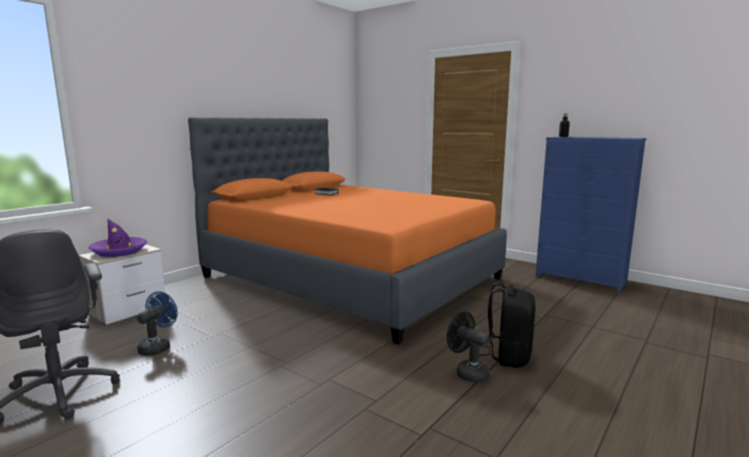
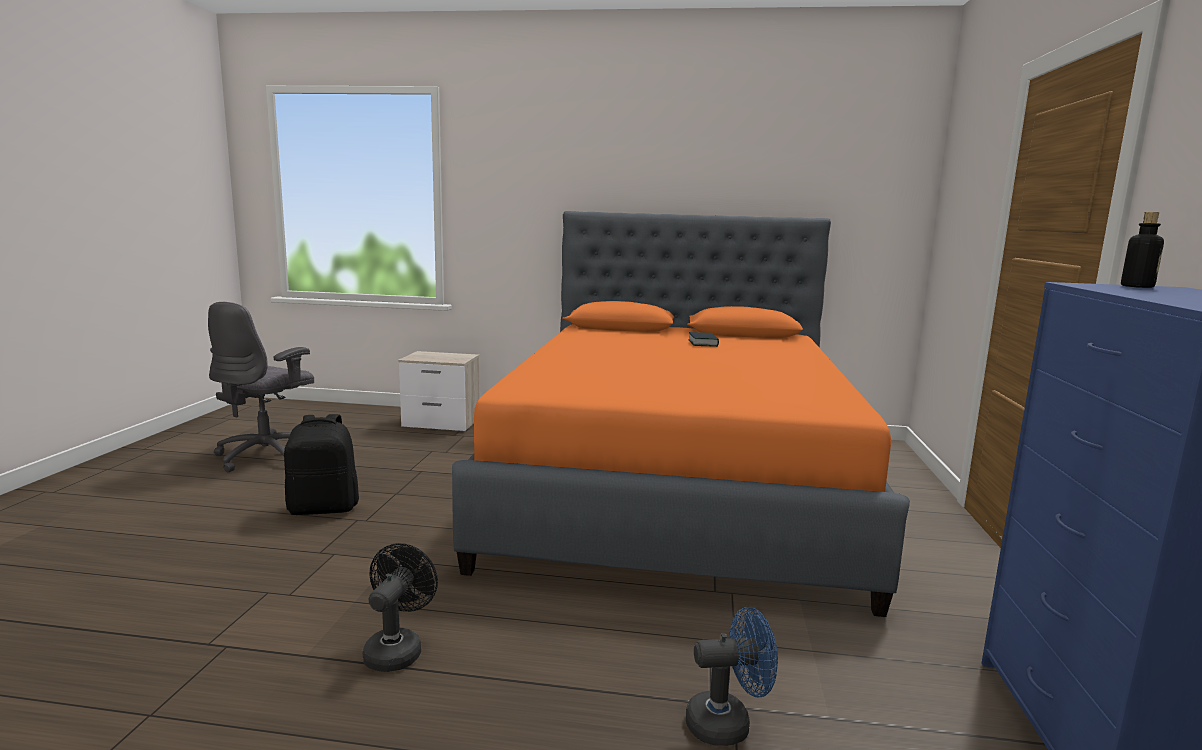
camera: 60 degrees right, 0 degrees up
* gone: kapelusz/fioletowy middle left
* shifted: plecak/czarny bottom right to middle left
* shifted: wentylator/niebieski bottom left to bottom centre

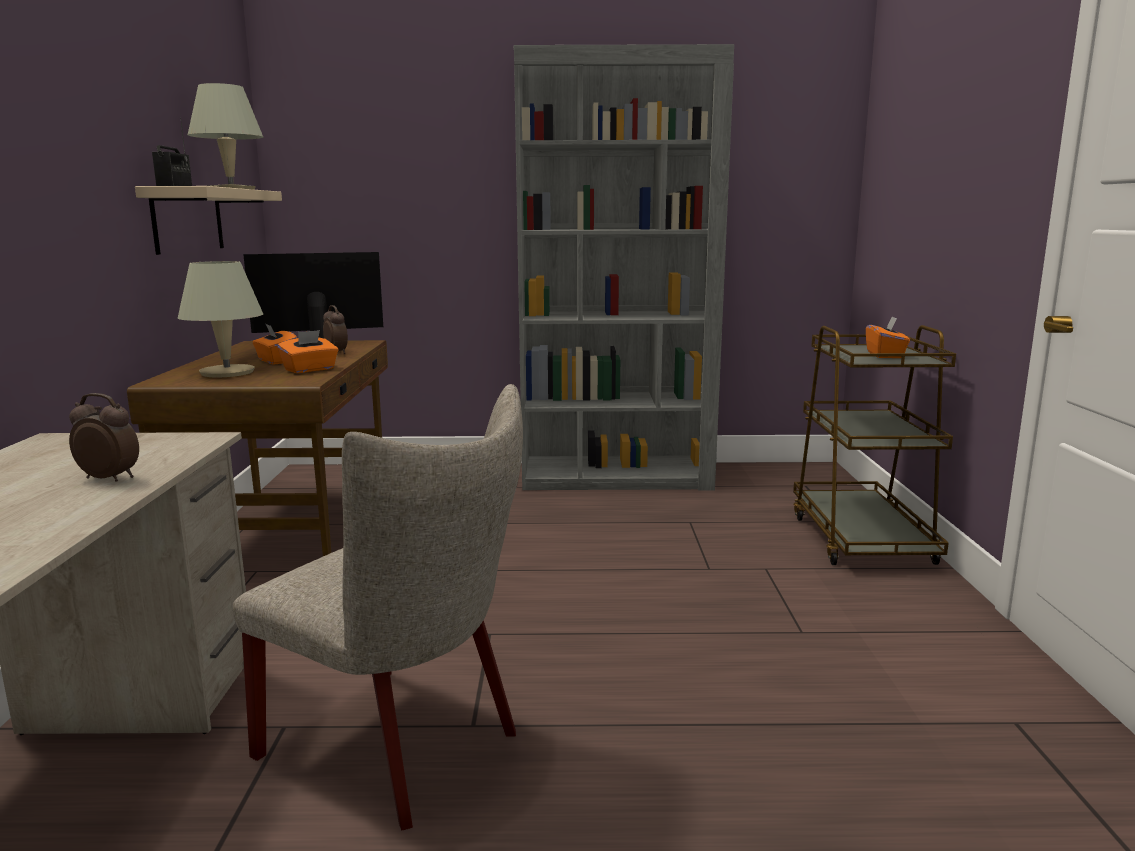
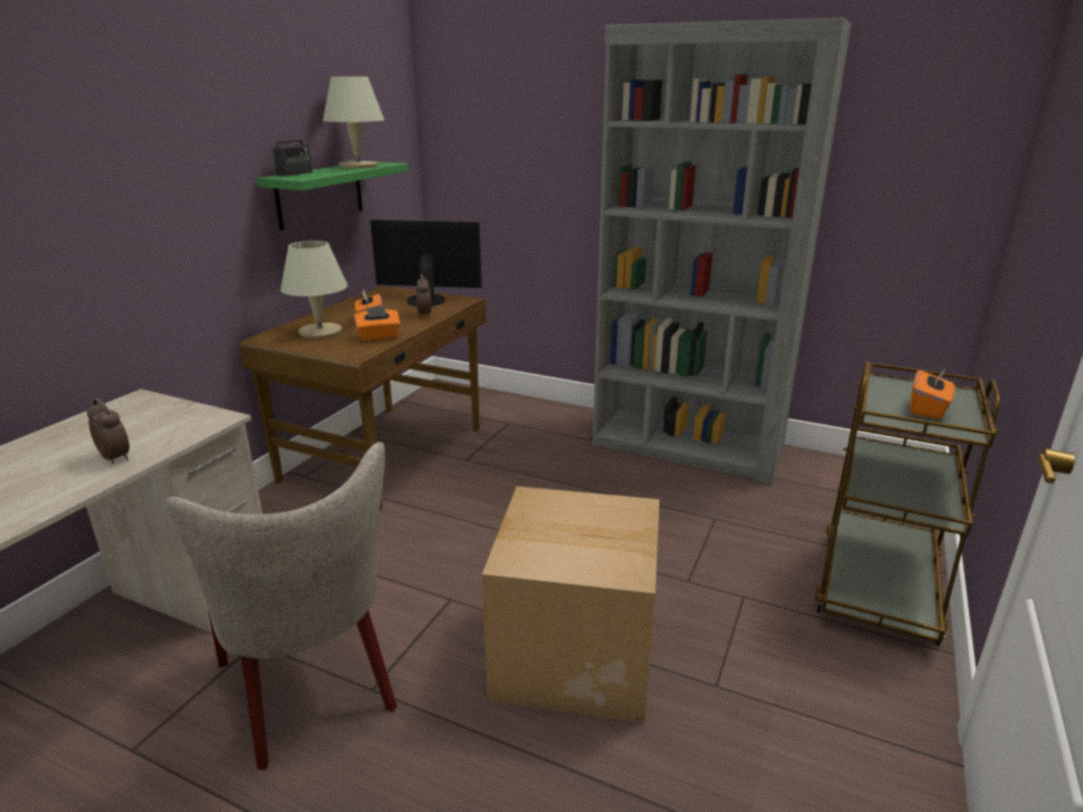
camera: 25 degrees right, 10 degrees up
* repainted: półka/beżowy top left to półka/zielony top left
* new: karton bottom centre

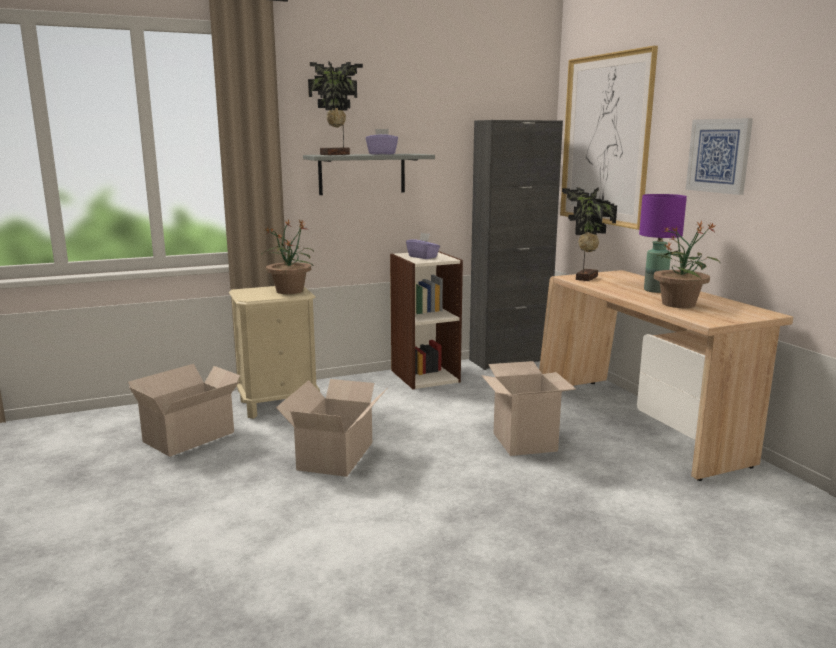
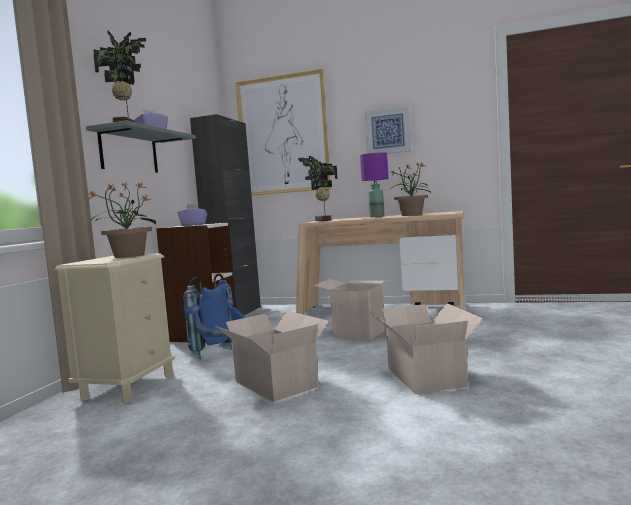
camera: 50 degrees left, 10 degrees down
* shifted: karton (no. 1 from left in the first image) middle left to karton (no. 3 from left) bottom right
* new: plecak/niebieski centre

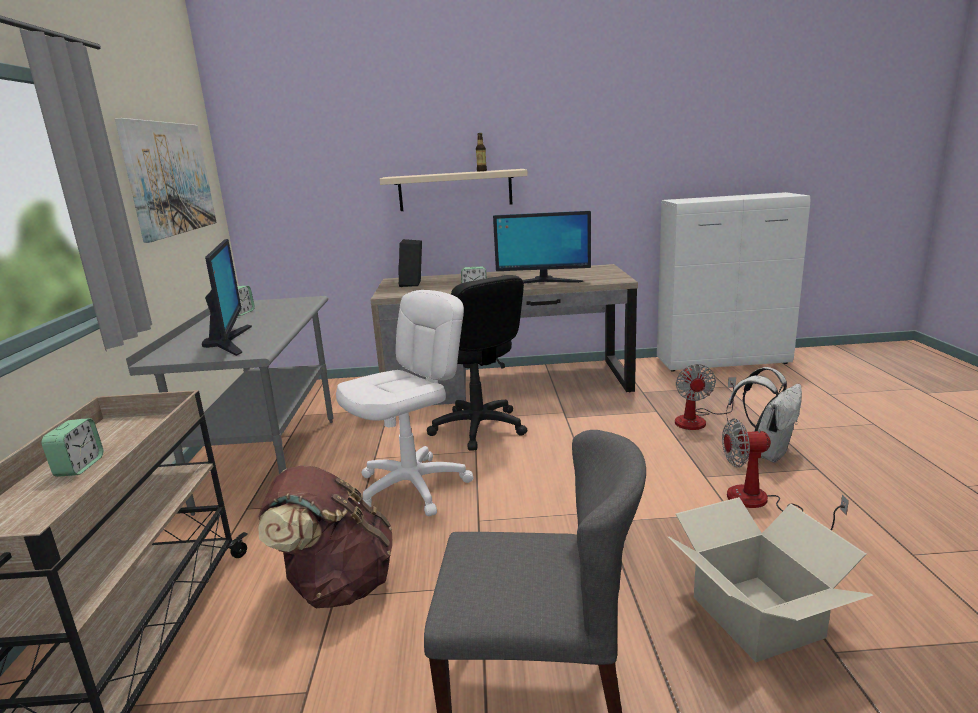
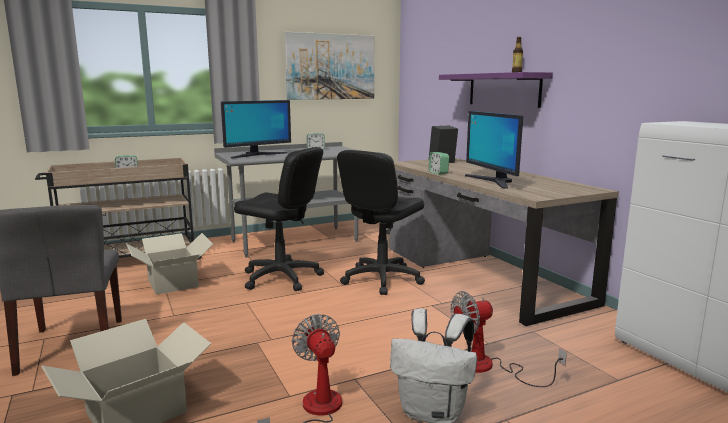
camera: 65 degrees right, 5 degrees down
* repainted: półka/beżowy top centre to półka/fioletowy top right
* repainted: krzesło biurowe/biały centre to krzesło biurowe/czarny (no. 1 from left) centre
* swapped: plecak/brązowy bottom left to karton (no. 2 from left) middle left

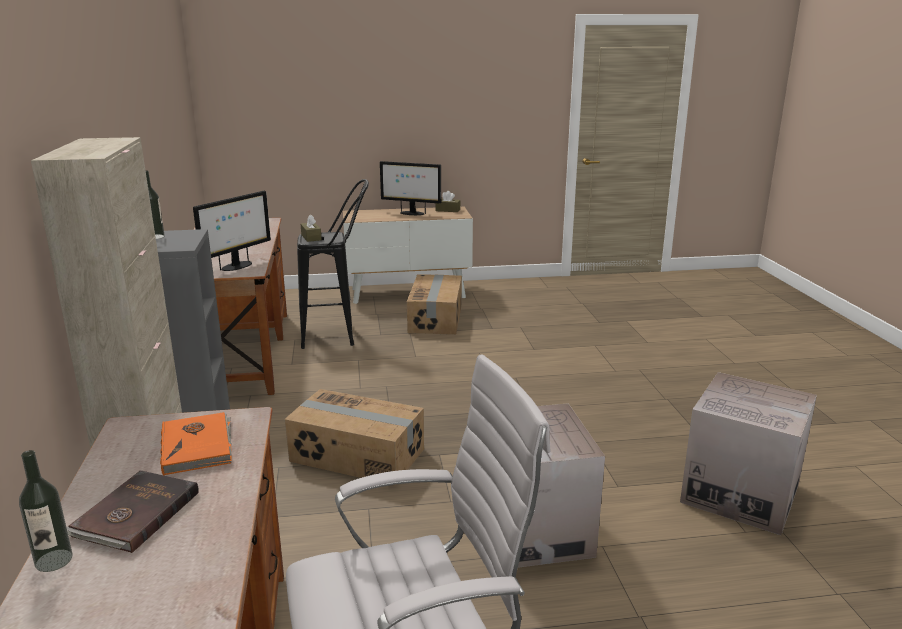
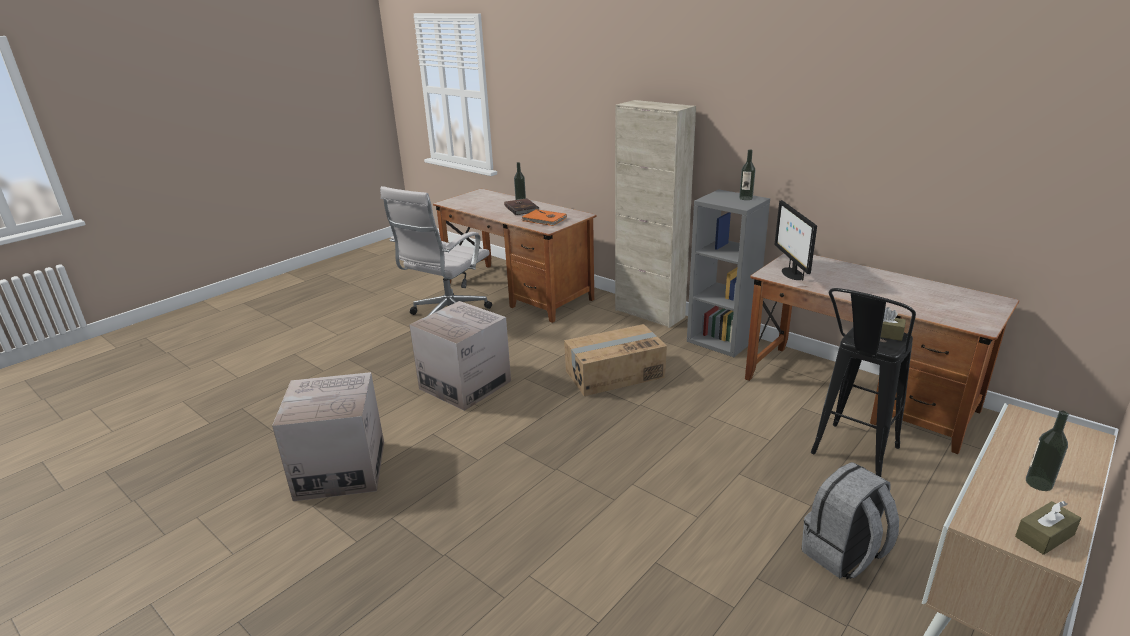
camera: 140 degrees right, 5 degrees up
* swapped: monitor (no. 2 from left) top centre to butelka (no. 3 from left) bottom right
* swapped: karton (no. 2 from left) centre to plecak/szary bottom right

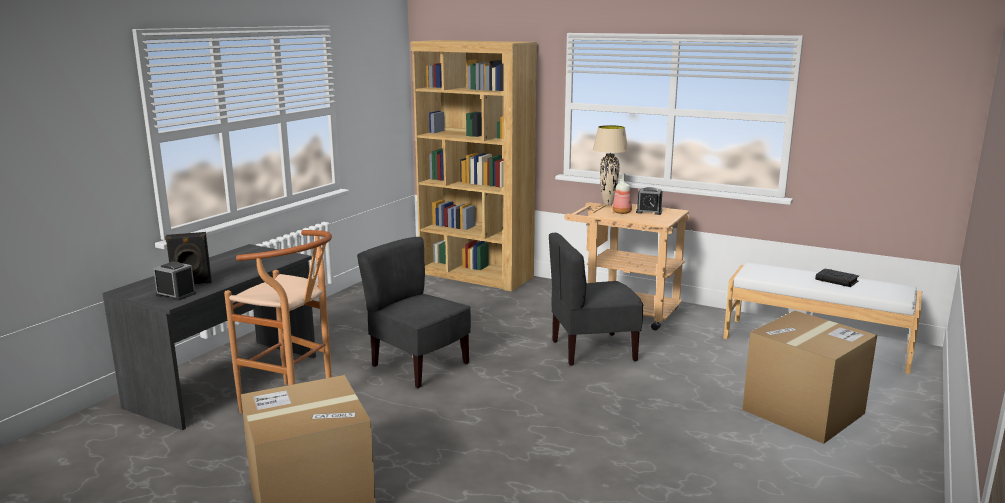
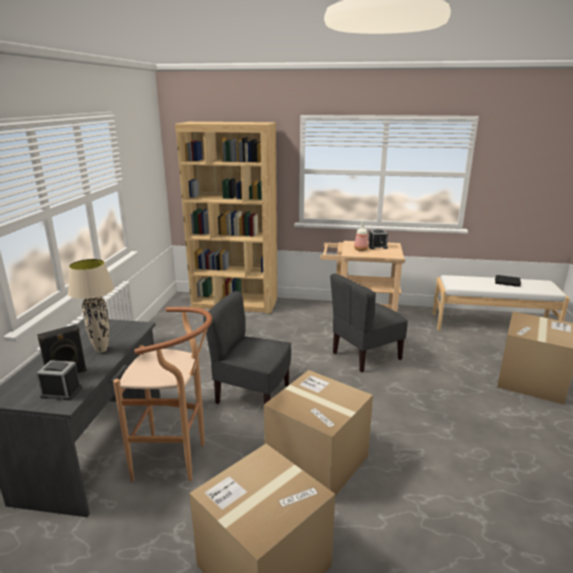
camera: 20 degrees left, 5 degrees up
* shifted: lampa stołowa/beżowy top centre to middle left
* new: karton (no. 2 from left) bottom centre

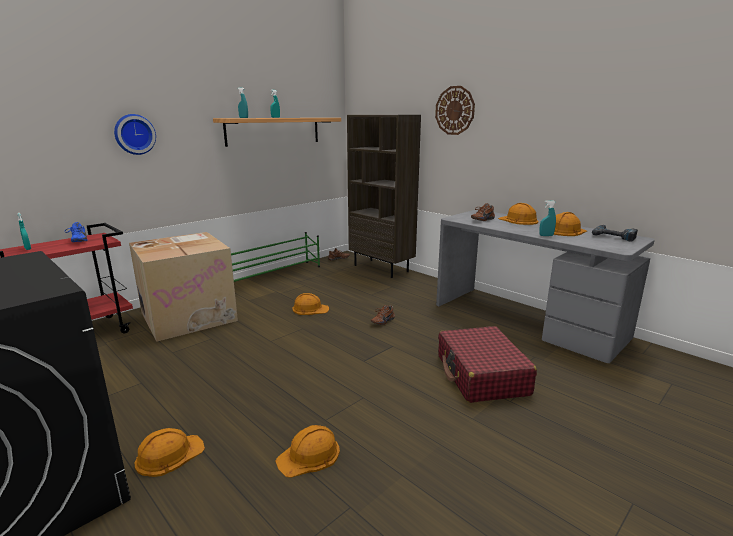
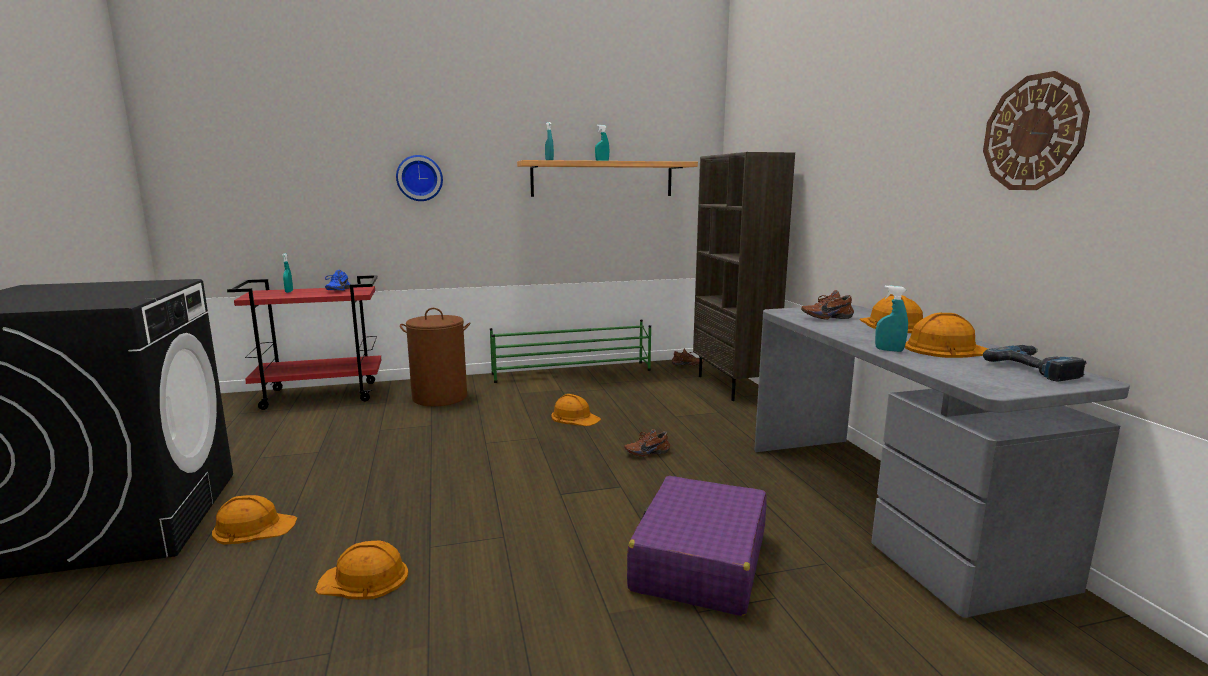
camera: 30 degrees right, 5 degrees down
* shifted: zegar ścienny (no. 2 from left) top centre to top right
* swapped: karton middle left to kosz na pranie/brązowy centre
* repainted: walizka/czerwony bottom centre to walizka/fioletowy bottom centre

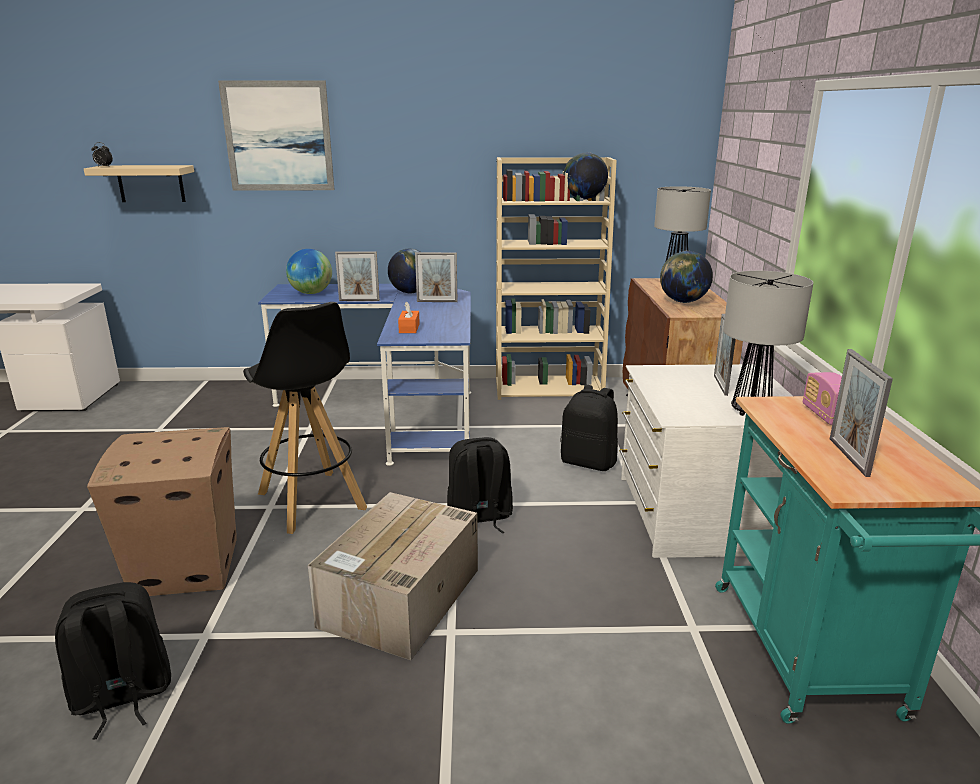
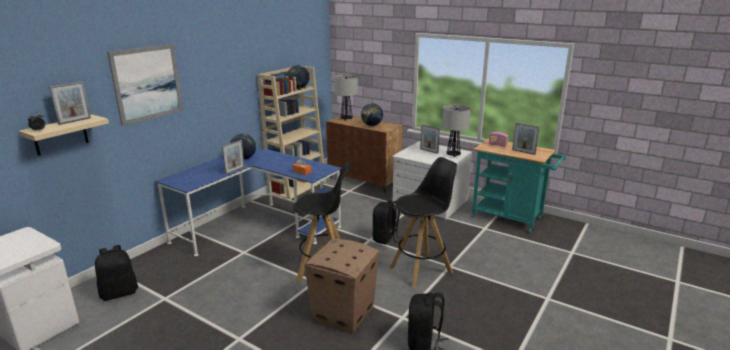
camera: 55 degrees left, 0 degrees up
* gone: globus (no. 1 from left) middle left
* shifted: ramka na zdjęcie (no. 2 from left in the first image) centre to ramka na zdjęcie (no. 1 from left) top left
* shifted: plecak/czarny (no. 3 from left in the first image) centre to plecak/czarny (no. 1 from left) bottom left
* swapped: karton (no. 2 from left) bottom centre to stołek/czarny (no. 2 from left) centre

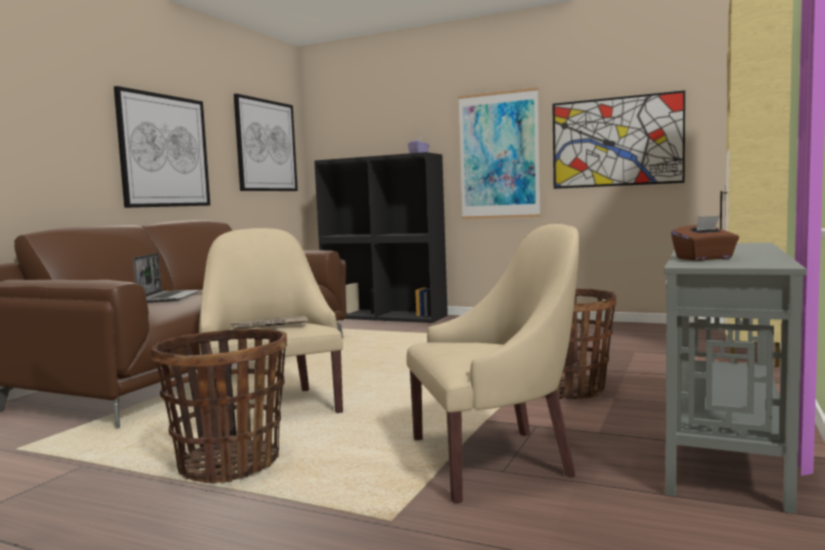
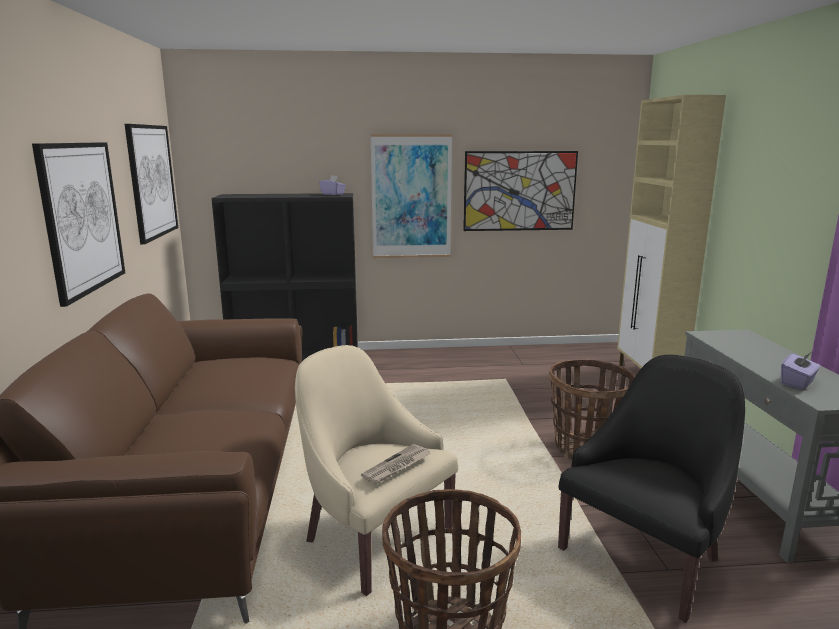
camera: 30 degrees left, 10 degrees up
* repainted: pudełko chusteczek/brązowy middle right to pudełko chusteczek/fioletowy (no. 2 from left) middle right
* repainted: fotel/beżowy (no. 2 from left) centre to fotel/czarny bottom right
* gone: laptop middle left

